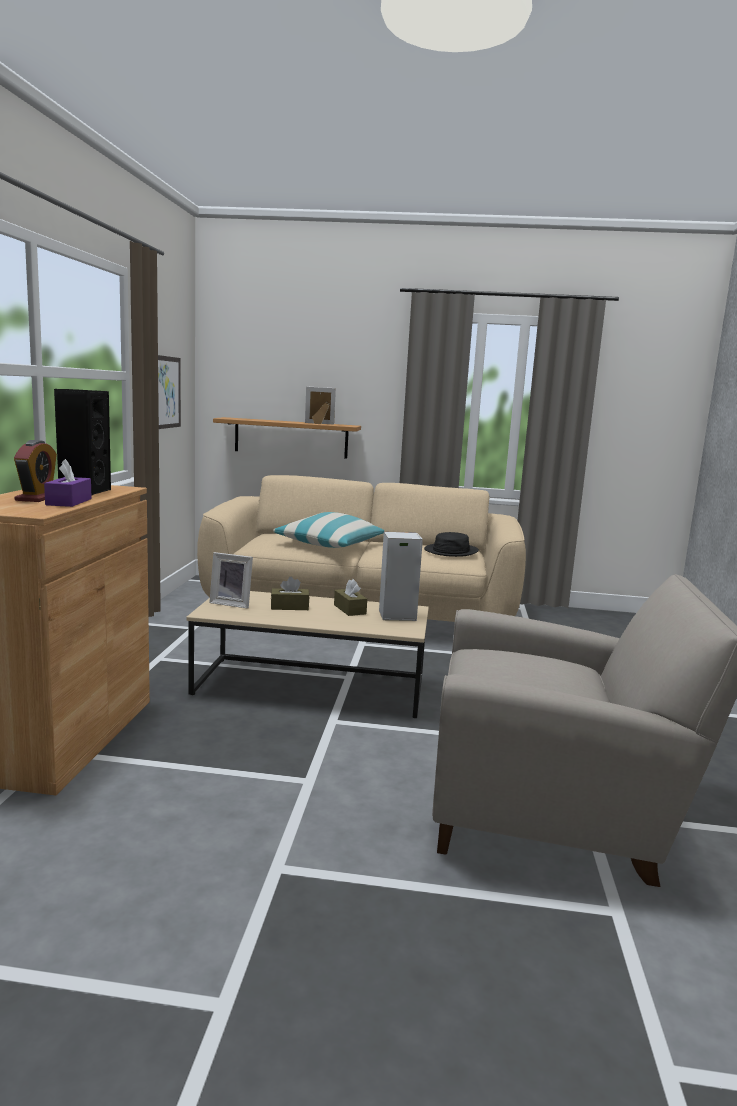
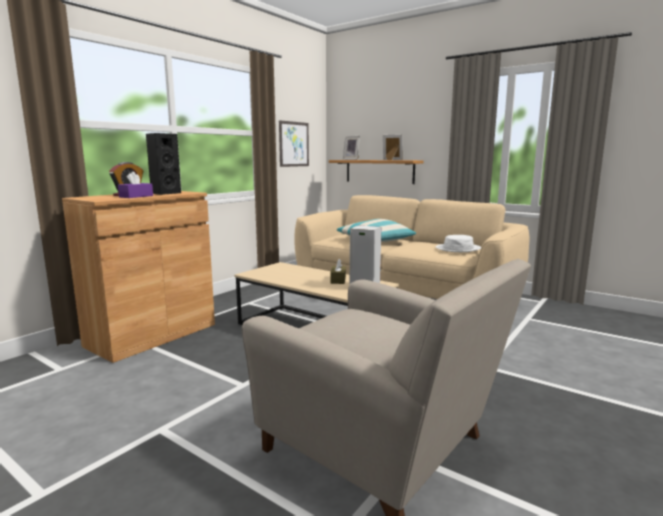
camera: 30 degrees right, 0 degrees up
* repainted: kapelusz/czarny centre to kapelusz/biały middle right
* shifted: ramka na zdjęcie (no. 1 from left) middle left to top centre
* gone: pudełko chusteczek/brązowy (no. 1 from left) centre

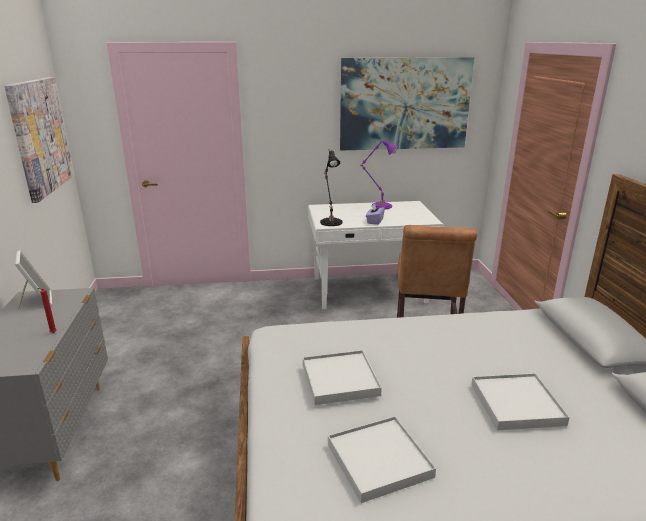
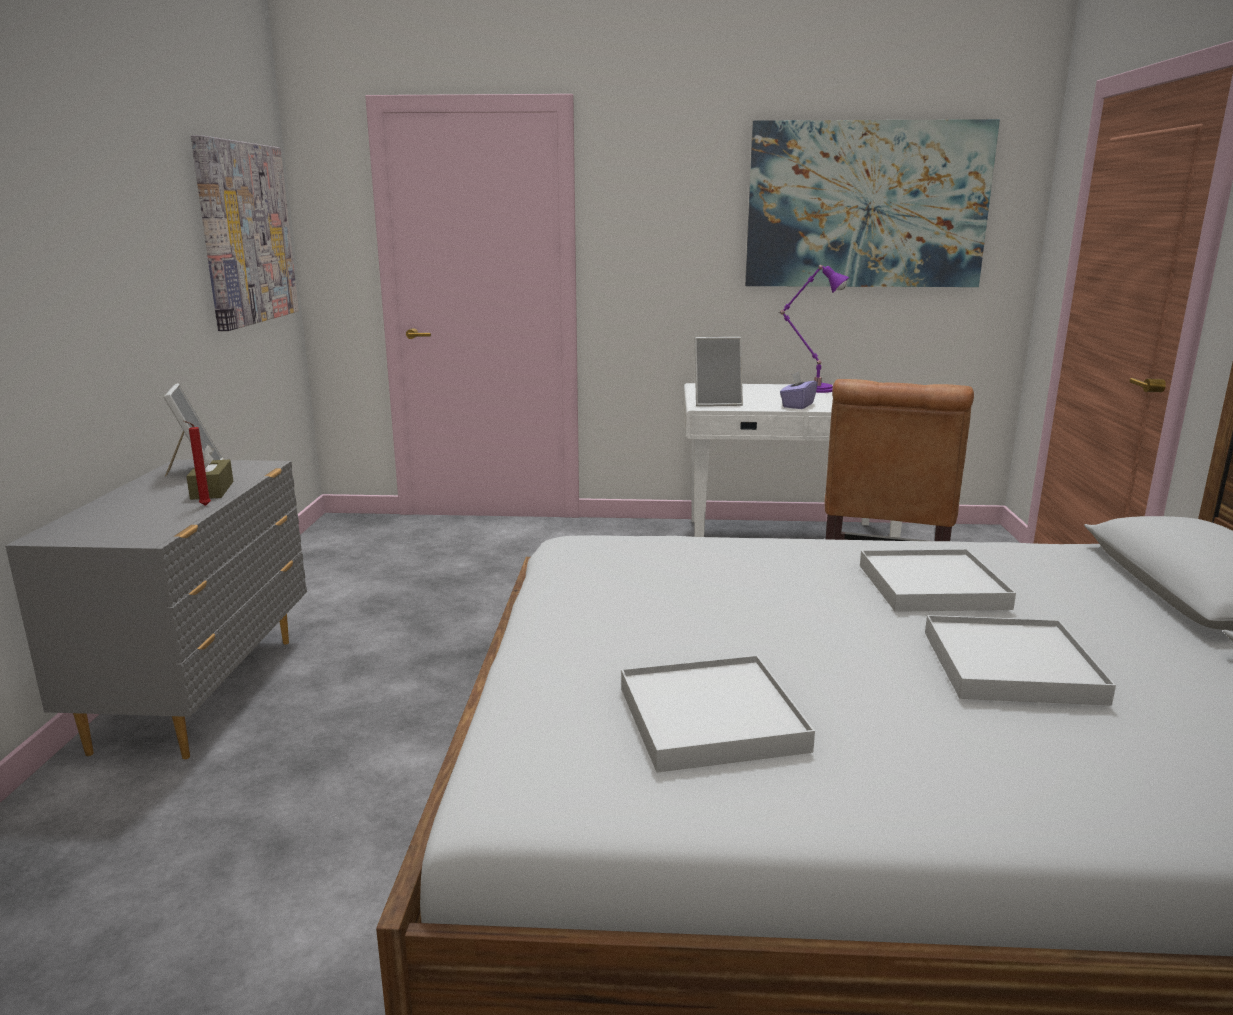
camera: 10 degrees right, 5 degrees down
* swapped: lampa stołowa/czarny centre to ramka na zdjęcie (no. 2 from left) centre
* shifted: taca/biały (no. 1 from left in the first image) bottom centre to taca/biały (no. 2 from left) middle right
* new: pudełko chusteczek/brązowy middle left

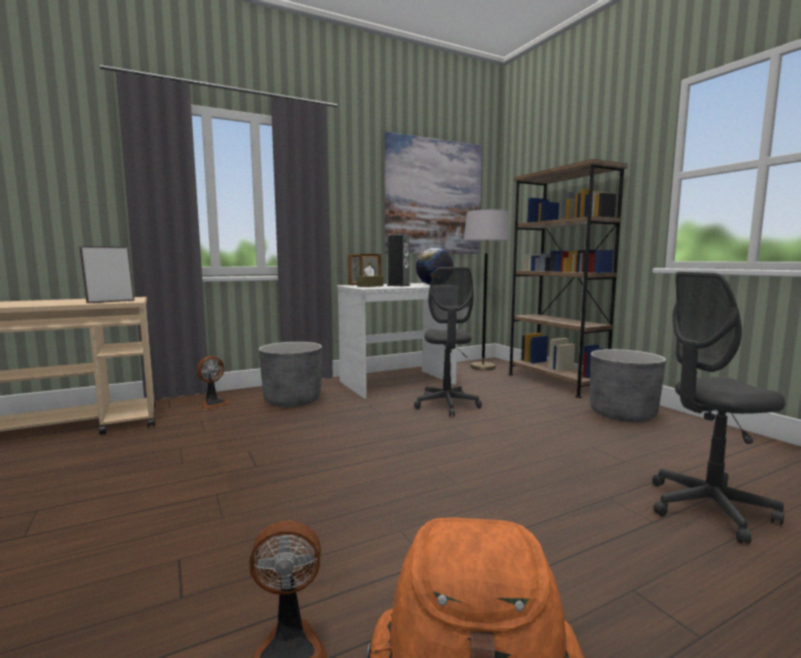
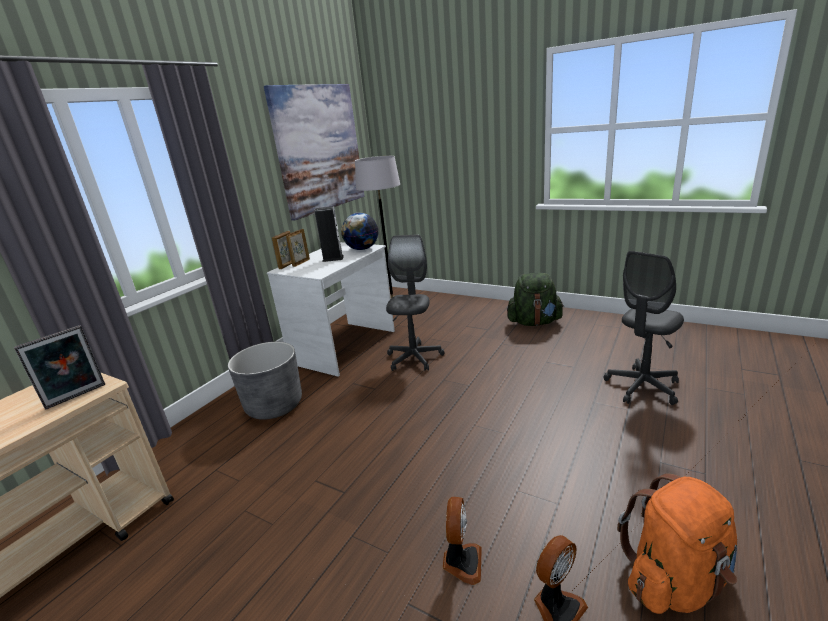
camera: 30 degrees left, 15 degrees up
* gone: regał/brązowy middle right
* rotated: ramka na zdjęcie (no. 1 from left) middle left = middle left 150 degrees counterclockwise
* gone: pudełko chusteczek/brązowy centre
* rotated: krzesło biurowe/szary (no. 1 from left) centre = centre 135 degrees counterclockwise
* swapped: donica/szary (no. 2 from left) middle right to plecak/zielony centre
* shifted: wentylator (no. 1 from left) middle left to bottom centre

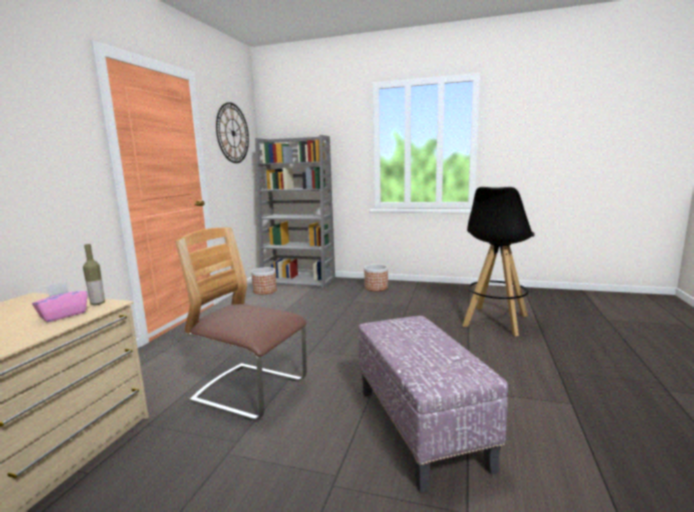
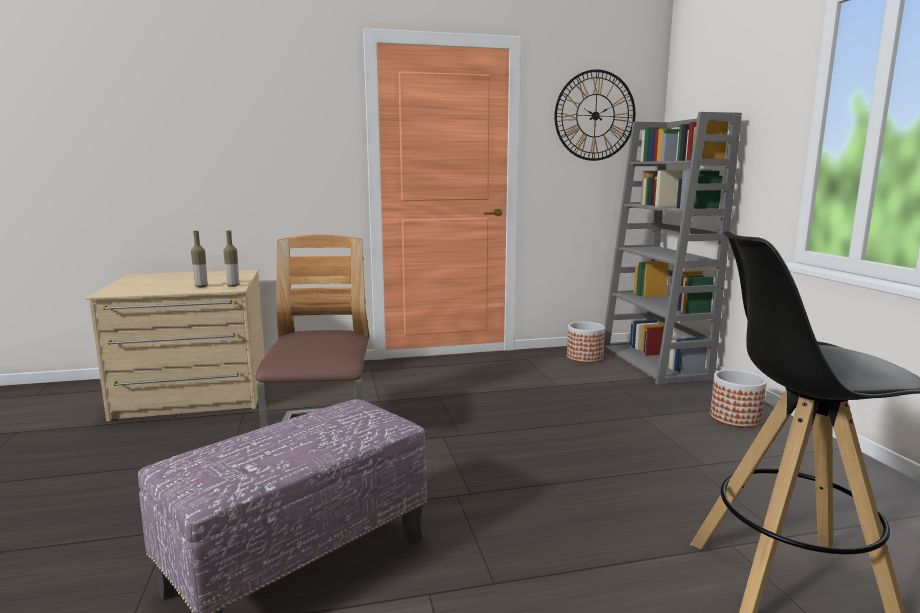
camera: 60 degrees right, 0 degrees up
* swapped: pudełko chusteczek/różowy middle left to butelka (no. 1 from left) middle left

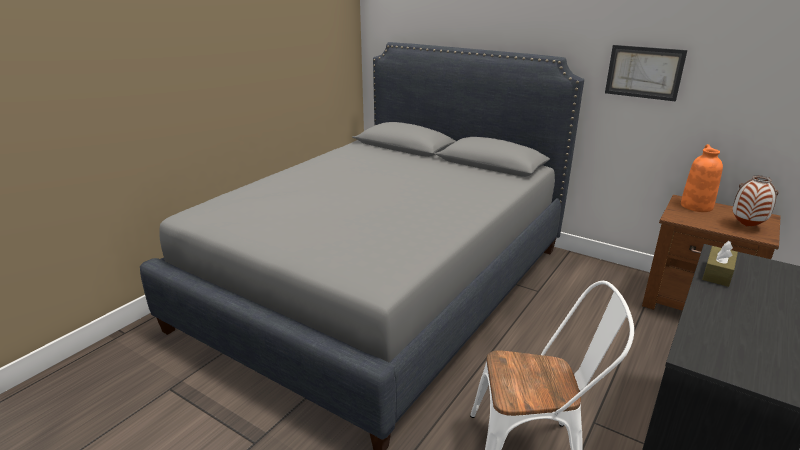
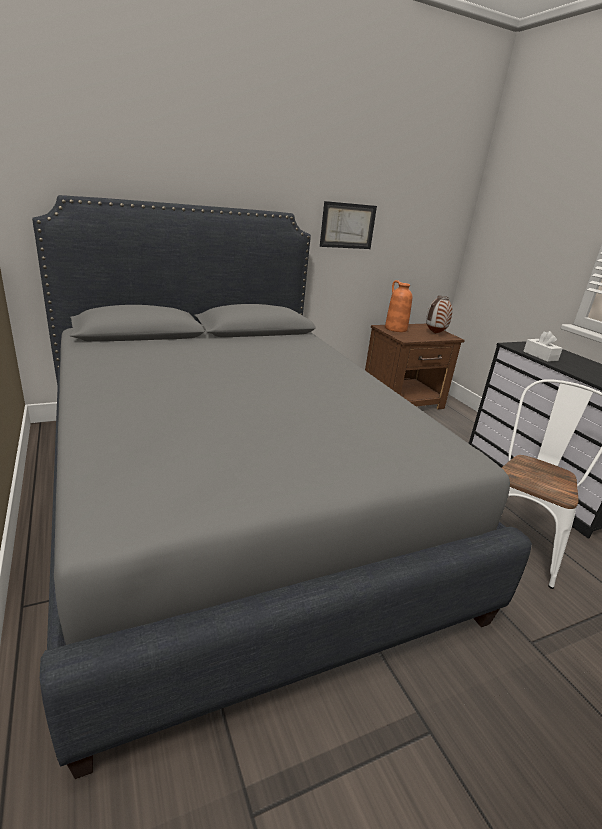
camera: 60 degrees left, 0 degrees up
* repainted: pudełko chusteczek/brązowy middle right to pudełko chusteczek/biały middle right

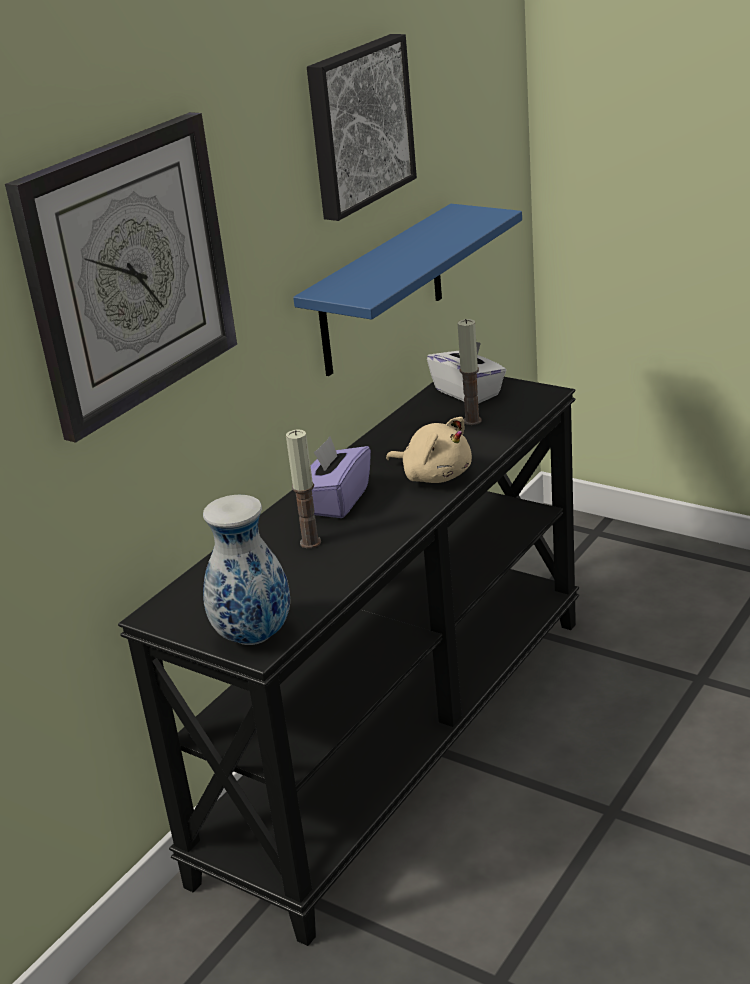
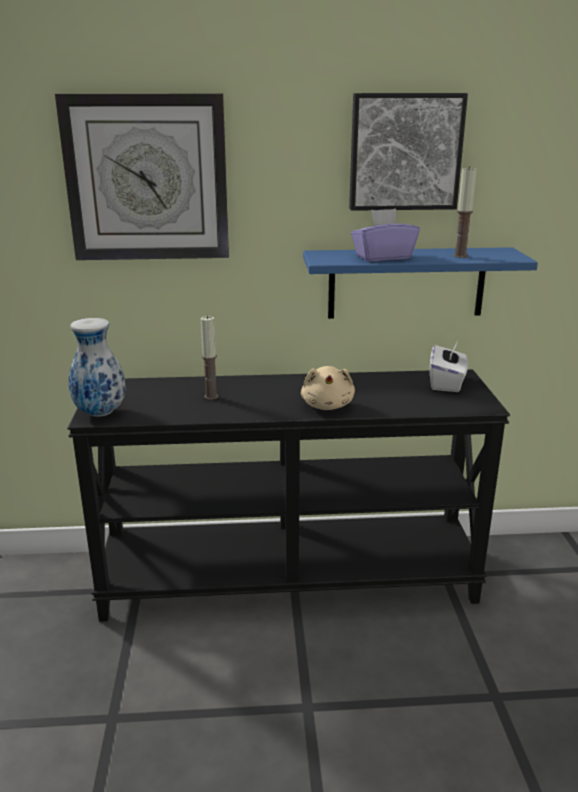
camera: 50 degrees right, 5 degrees down
* shifted: świeca (no. 2 from left) centre to top right
* shifted: pudełko chusteczek/fioletowy centre to top centre

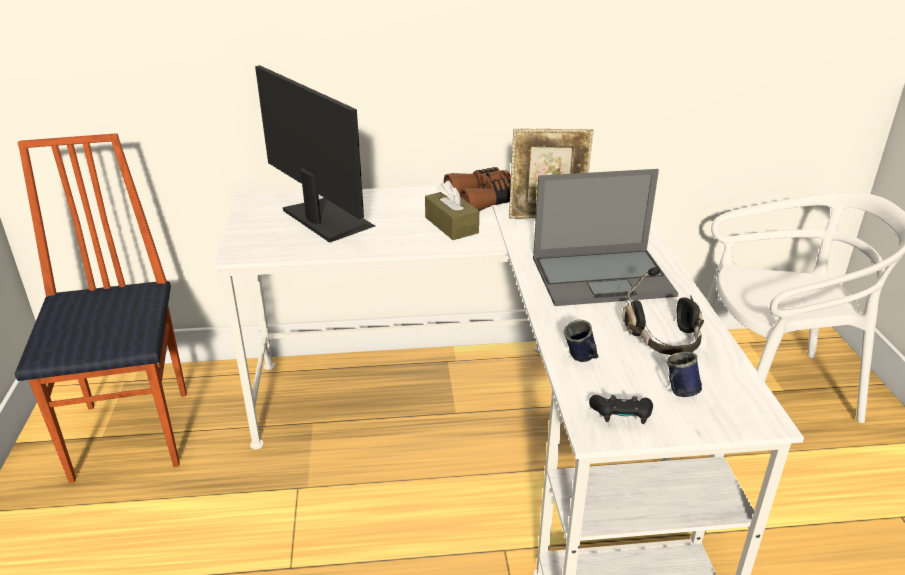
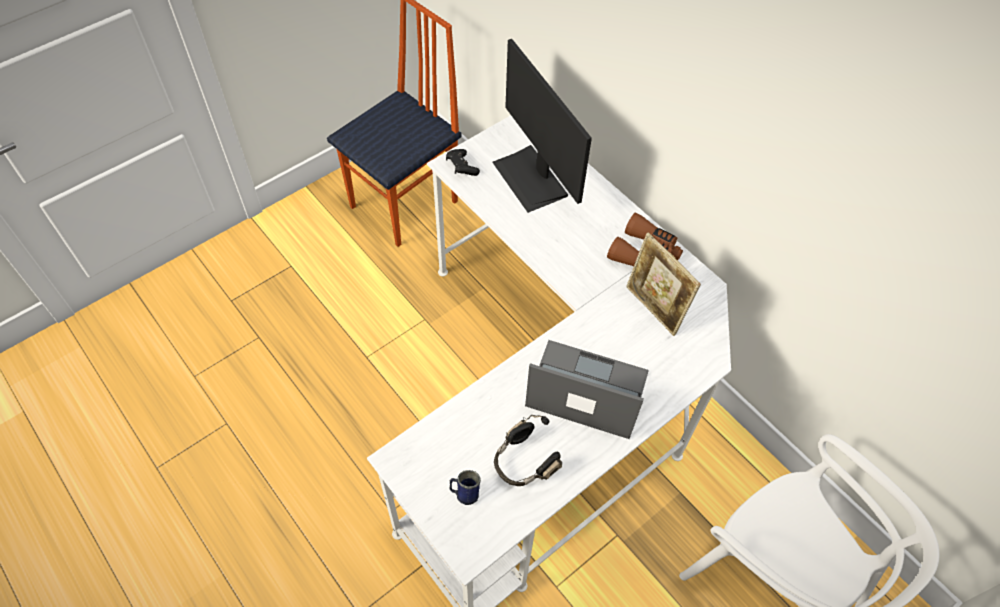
camera: 55 degrees right, 25 degrees up
* rotated: monitor top centre = top centre 135 degrees clockwise
* rotated: laptop middle right = centre 150 degrees clockwise
* gone: pudełko chusteczek/brązowy centre
* gone: kubek/niebieski (no. 1 from left) centre
* shifted: pad do gier/czarny bottom right to top centre

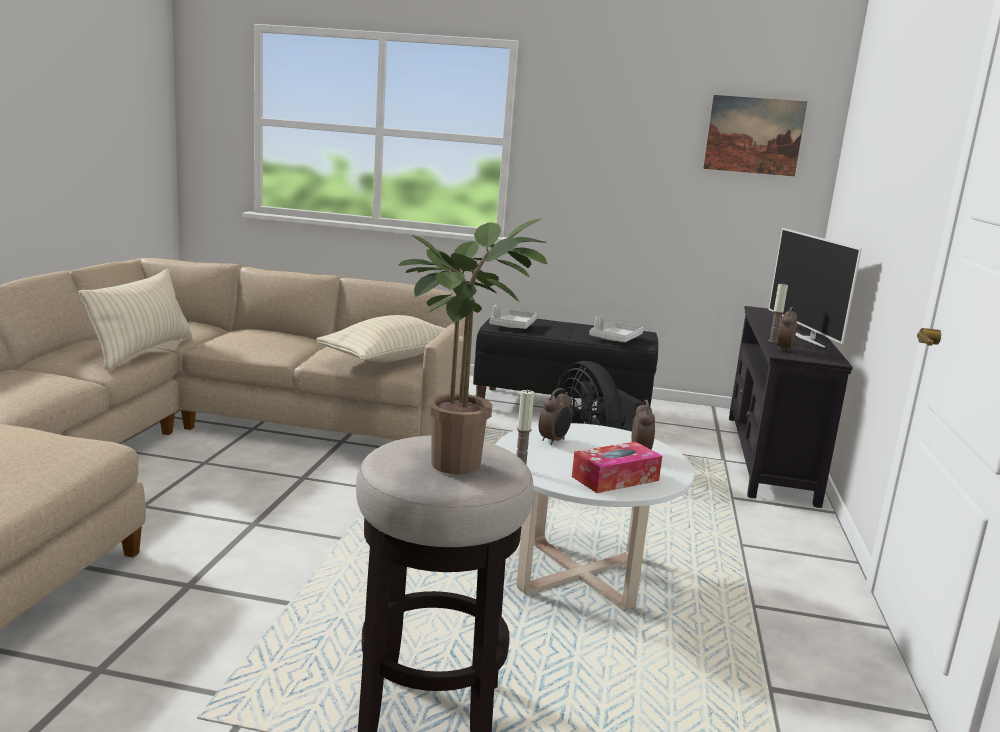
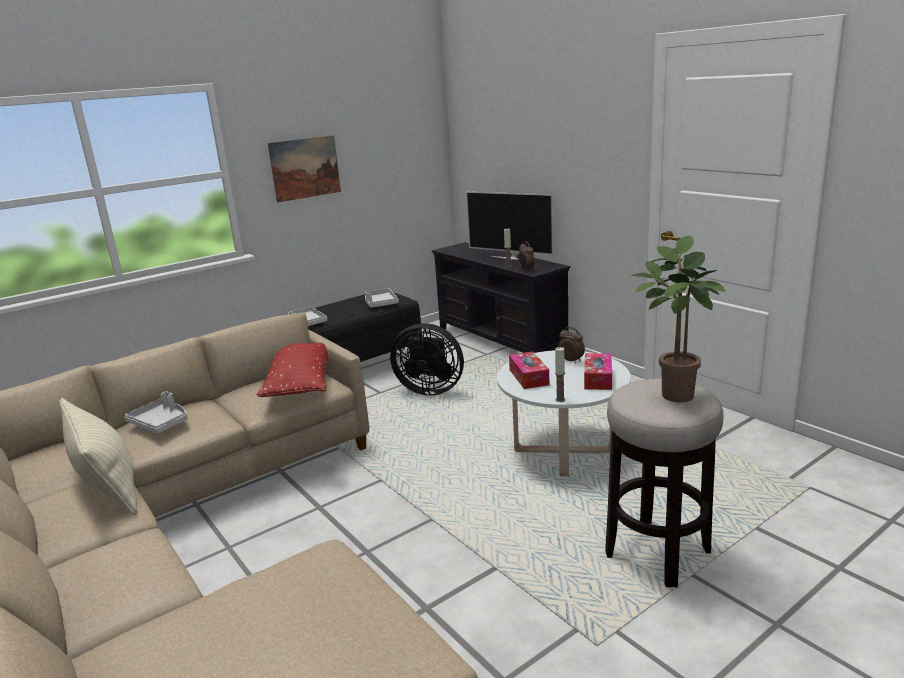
camera: 45 degrees left, 5 degrees up
* shifted: obraz top right to top centre
* repainted: poduszka/beżowy (no. 2 from left) centre to poduszka/czerwony middle left
* swapped: budzik (no. 1 from left) centre to pudełko chusteczek (no. 1 from left) centre
* new: taca/szary (no. 1 from left) middle left

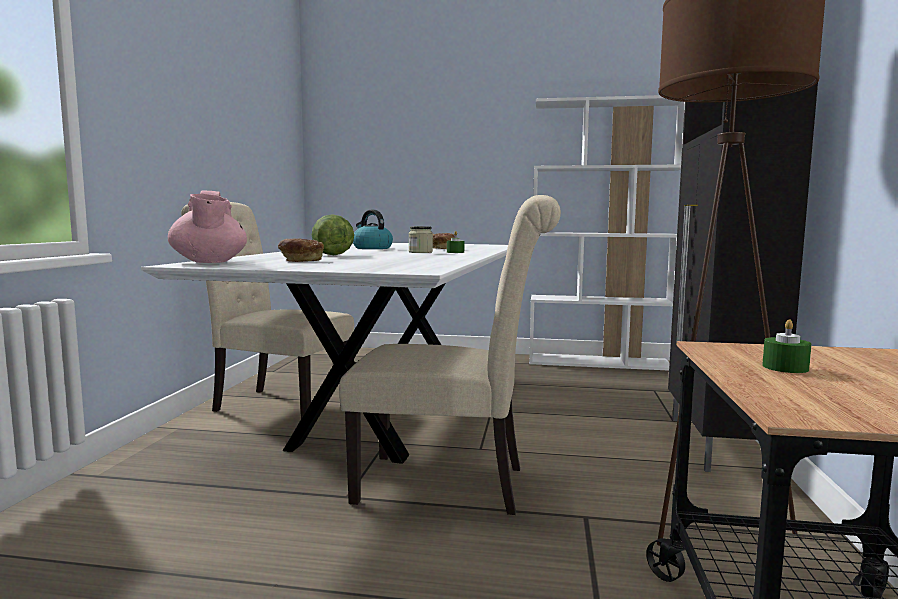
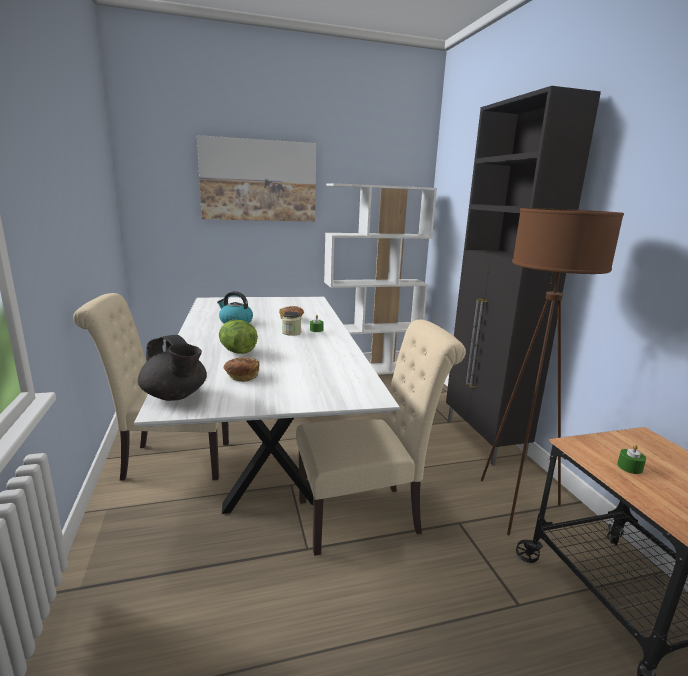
camera: 25 degrees left, 10 degrees up
* repainted: imbryk/różowy middle left to imbryk/czarny middle left
* new: obraz top centre

